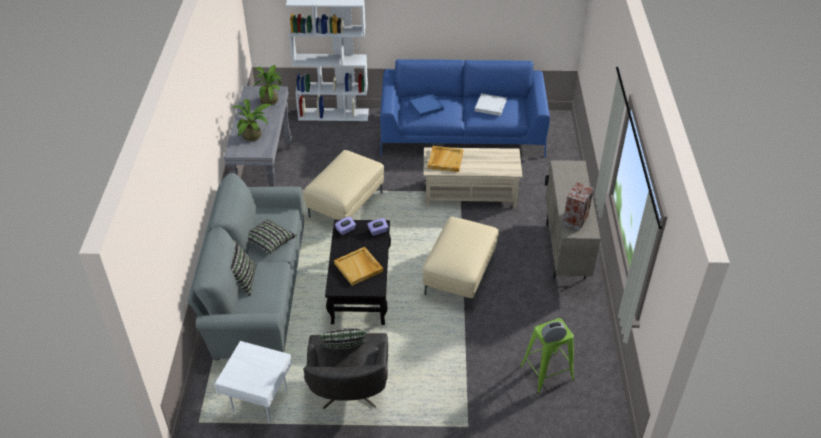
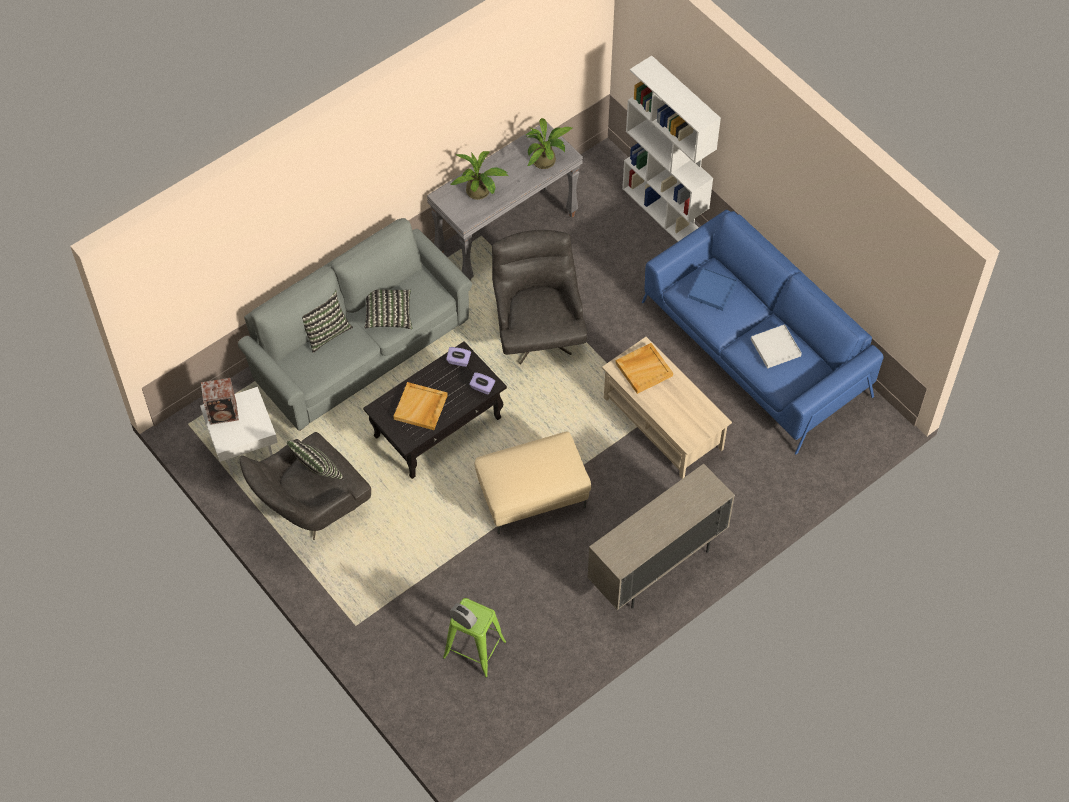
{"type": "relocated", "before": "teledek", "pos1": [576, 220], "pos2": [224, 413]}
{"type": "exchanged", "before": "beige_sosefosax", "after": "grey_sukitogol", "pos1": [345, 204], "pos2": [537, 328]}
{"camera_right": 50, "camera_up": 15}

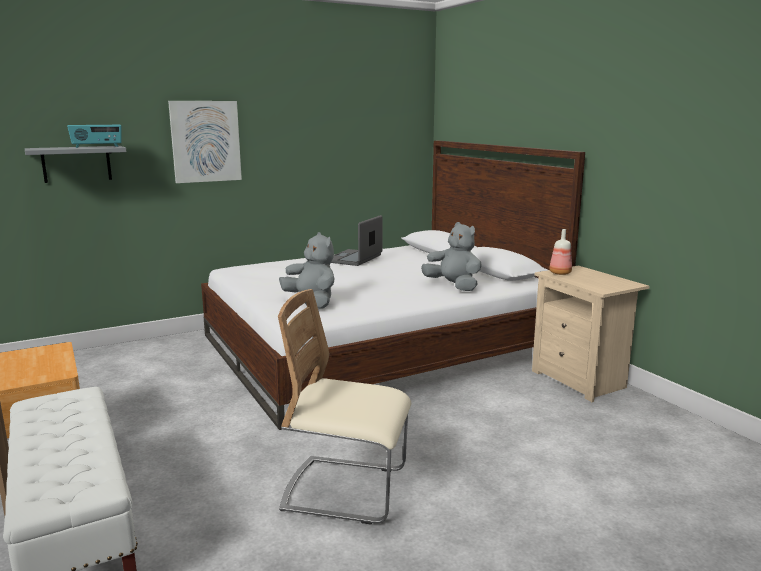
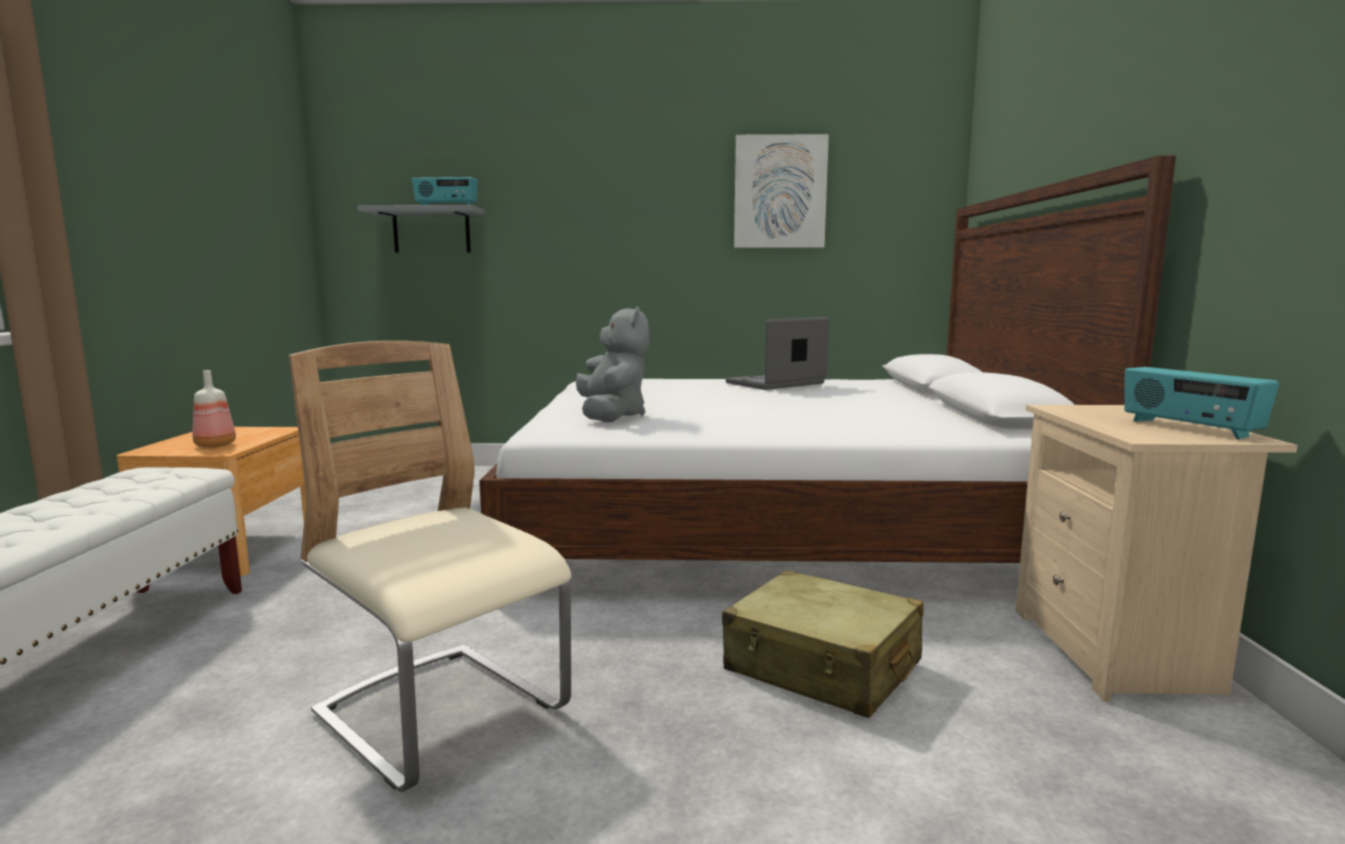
{"type": "relocated", "before": "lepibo", "pos1": [559, 273], "pos2": [214, 445]}
{"type": "appeared", "after": "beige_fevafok", "pos2": [822, 667]}
{"type": "relocated", "before": "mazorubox", "pos1": [205, 141], "pos2": [780, 192]}
{"type": "appeared", "after": "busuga", "pos2": [1189, 429]}
{"type": "missing", "before": "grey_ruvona", "pos1": [453, 286]}
{"camera_right": 30, "camera_up": -5}

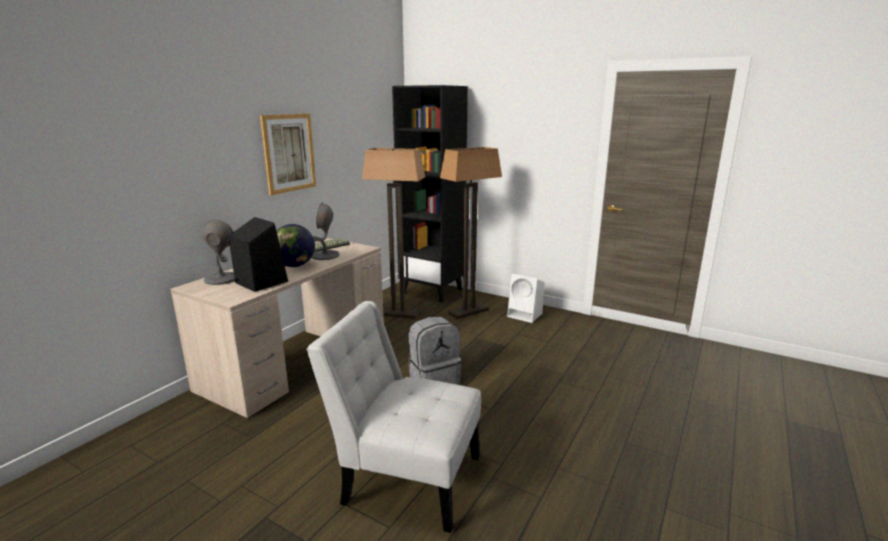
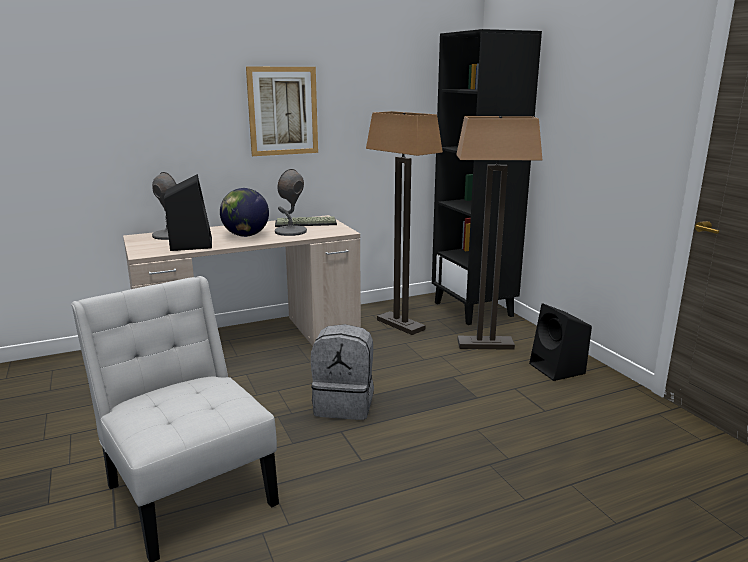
{"type": "colour", "before": "white_teledek", "after": "black_teledek", "pos1": [525, 315], "pos2": [558, 369]}
{"camera_right": 35, "camera_up": 0}

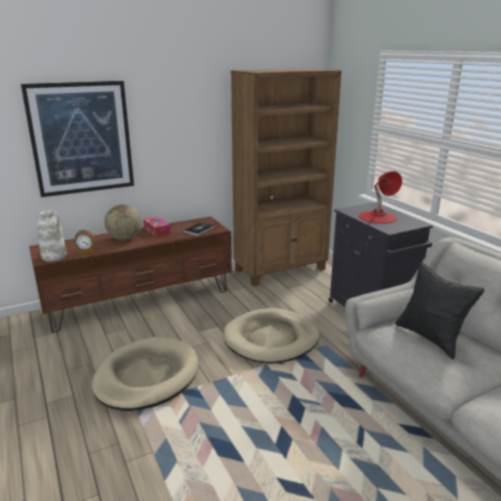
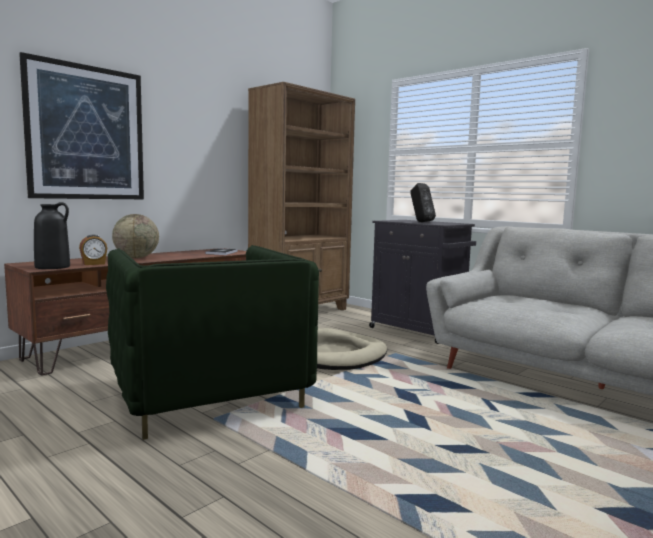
{"type": "colour", "before": "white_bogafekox", "after": "black_bogafekox", "pos1": [54, 256], "pos2": [53, 267]}
{"type": "exchanged", "before": "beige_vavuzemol", "after": "green_sukitogol", "pos1": [147, 376], "pos2": [208, 395]}
{"type": "exchanged", "before": "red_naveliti", "after": "black_teledek", "pos1": [378, 217], "pos2": [420, 222]}
{"type": "missing", "before": "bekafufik", "pos1": [157, 231]}
{"type": "missing", "before": "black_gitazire", "pos1": [431, 338]}
{"camera_right": -20, "camera_up": -15}

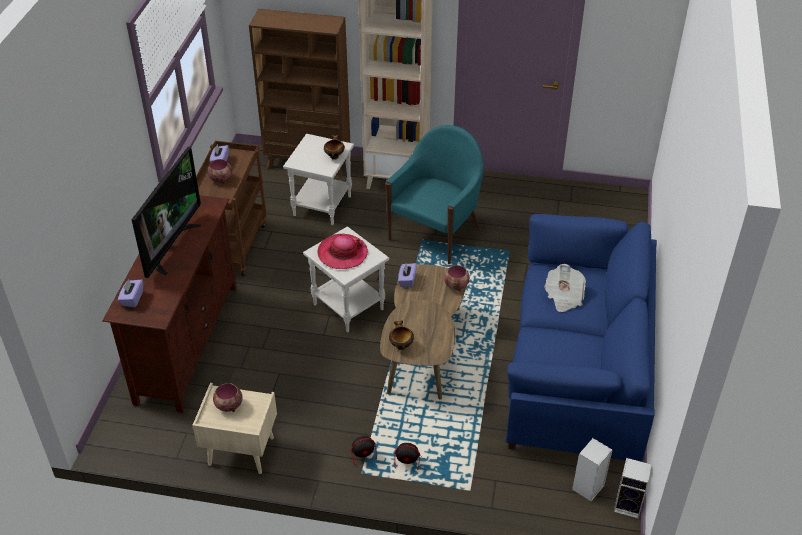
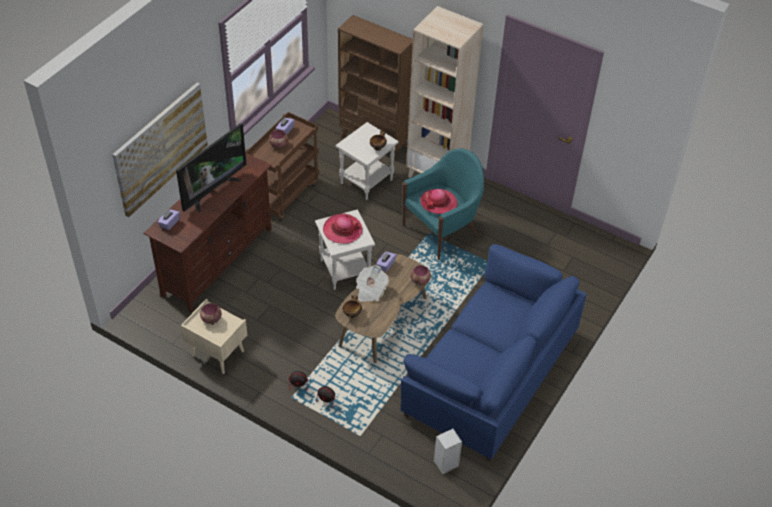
{"type": "appeared", "after": "mazorubox", "pos2": [161, 148]}
{"type": "relocated", "before": "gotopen", "pos1": [563, 297], "pos2": [370, 290]}
{"type": "appeared", "after": "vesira", "pos2": [438, 203]}
{"type": "missing", "before": "teledek", "pos1": [629, 505]}
{"camera_right": 20, "camera_up": 5}

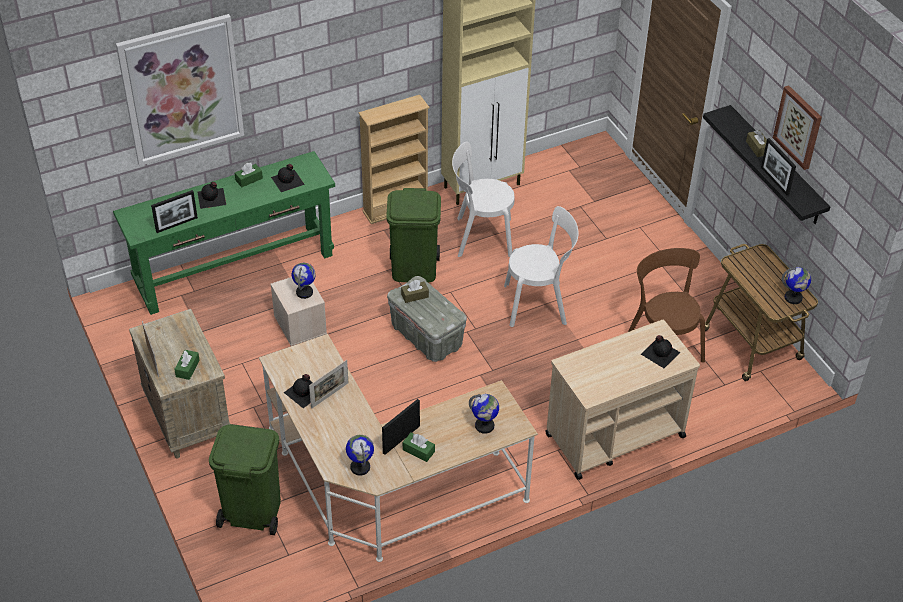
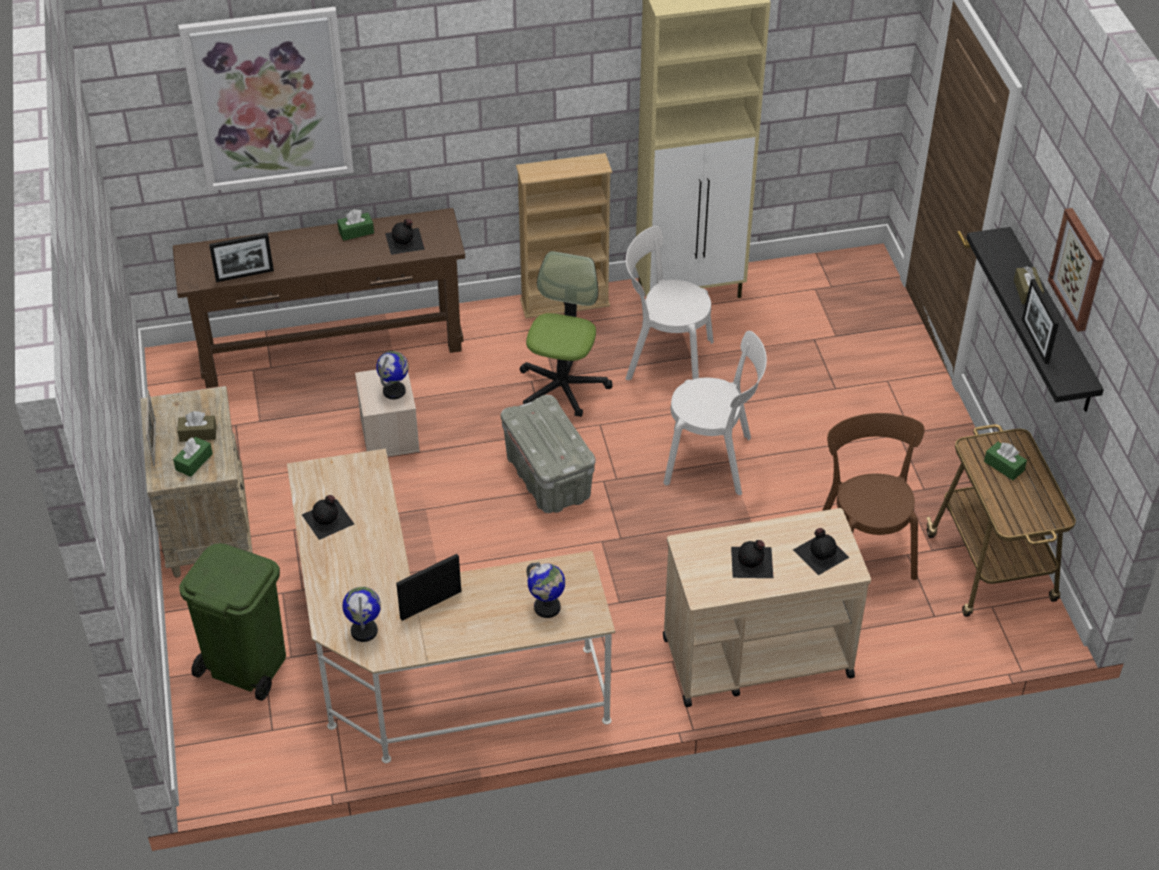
{"type": "colour", "before": "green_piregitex", "after": "brown_piregitex", "pos1": [234, 269], "pos2": [331, 347]}
{"type": "relocated", "before": "brown_bekafufik", "pos1": [415, 295], "pos2": [198, 434]}
{"type": "exchanged", "before": "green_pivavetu", "after": "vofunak", "pos1": [415, 269], "pos2": [562, 387]}
{"type": "relocated", "before": "black_lepibo", "pos1": [212, 198], "pos2": [752, 562]}
{"type": "relocated", "before": "green_bekafufik", "pos1": [418, 451], "pos2": [1004, 466]}
{"type": "missing", "before": "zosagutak", "pos1": [329, 395]}
{"type": "missing", "before": "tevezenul", "pos1": [793, 298]}
{"camera_right": 15, "camera_up": 0}

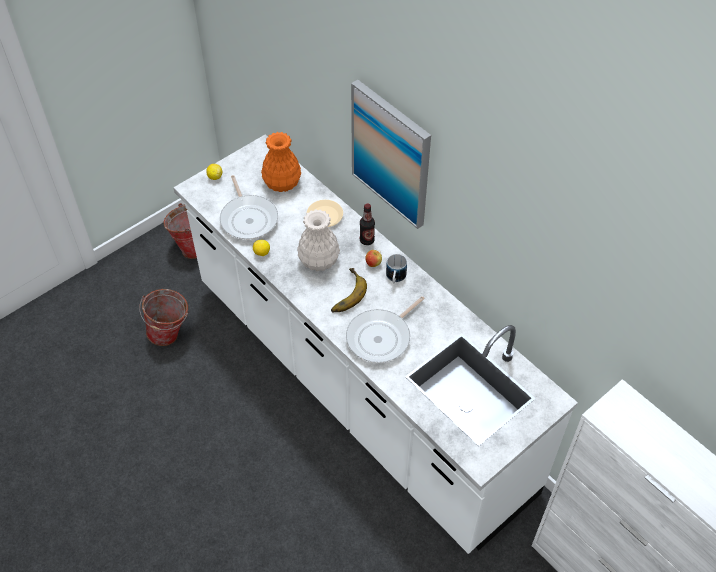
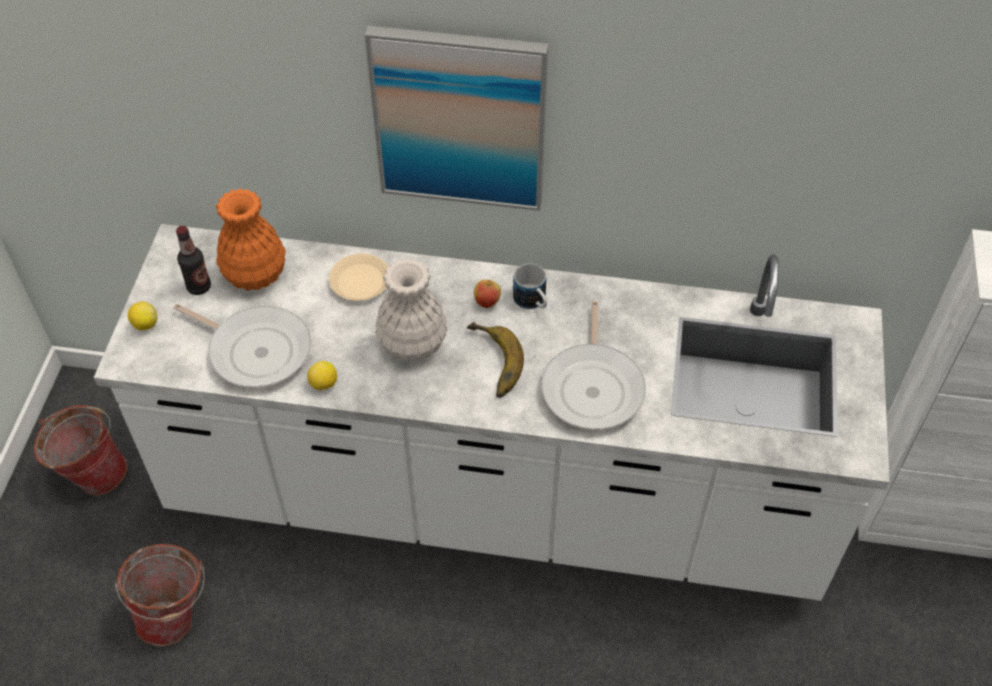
{"type": "relocated", "before": "lepibo", "pos1": [367, 240], "pos2": [199, 287]}
{"camera_right": -40, "camera_up": 0}

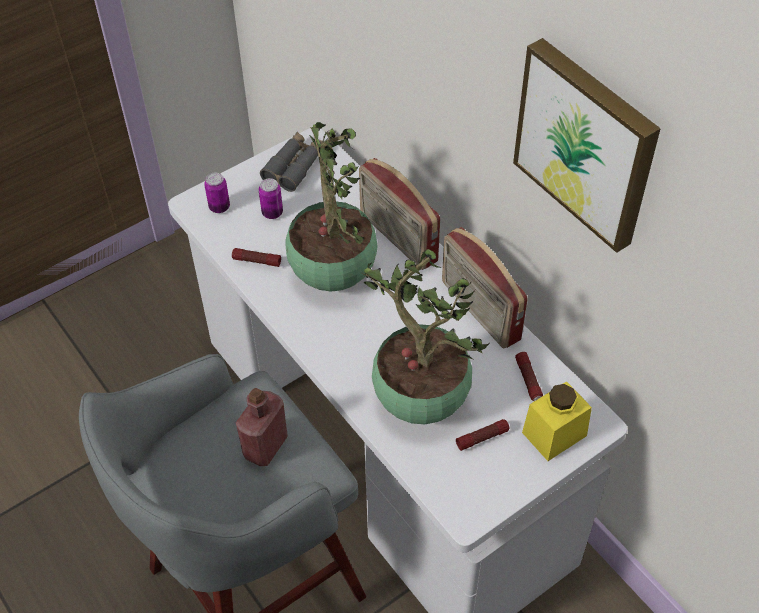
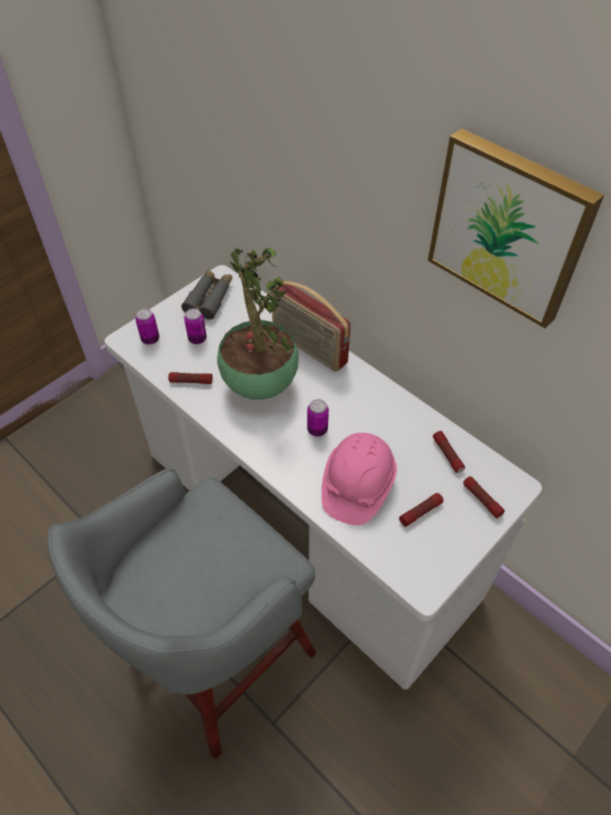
{"type": "appeared", "after": "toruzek", "pos2": [317, 429]}
{"type": "exchanged", "before": "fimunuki", "after": "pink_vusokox", "pos1": [418, 400], "pos2": [357, 485]}
{"type": "exchanged", "before": "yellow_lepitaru", "after": "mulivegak", "pos1": [554, 434], "pos2": [481, 500]}
{"type": "missing", "before": "red_lepibo", "pos1": [265, 446]}
{"type": "missing", "before": "busuga", "pos1": [479, 311]}
{"camera_right": -10, "camera_up": 0}

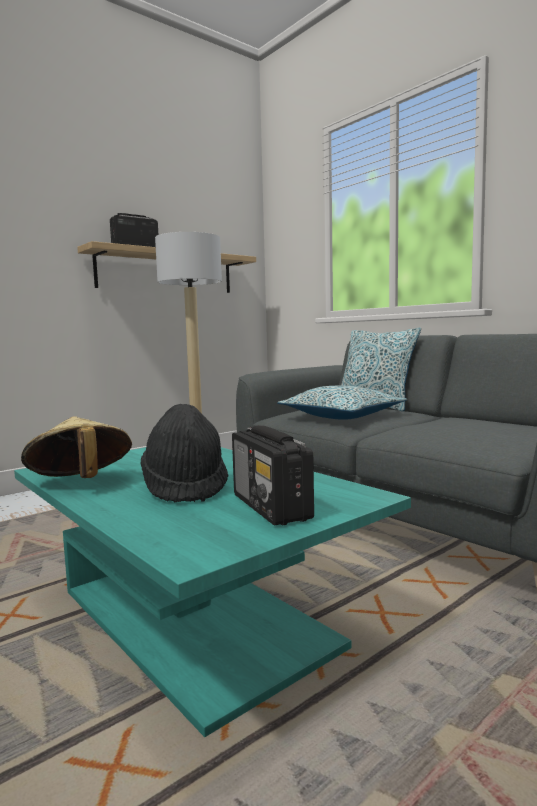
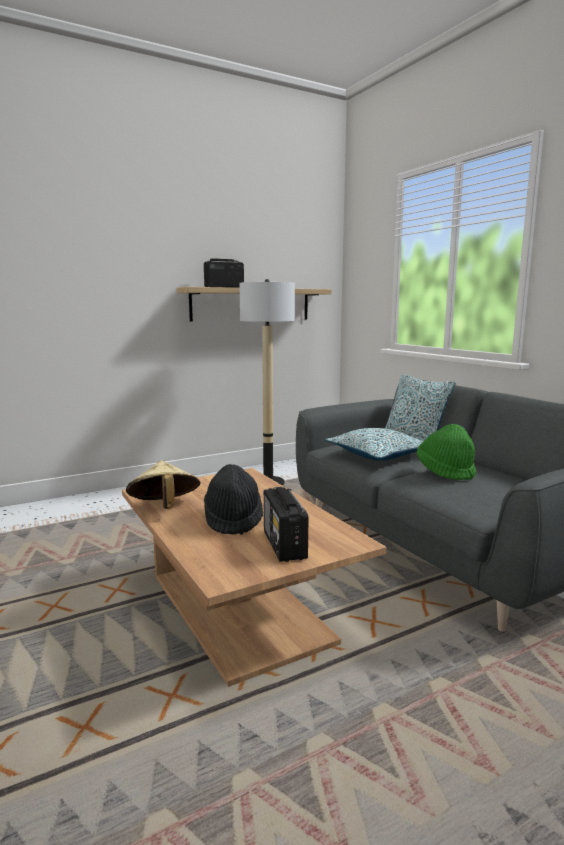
{"type": "colour", "before": "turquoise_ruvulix", "after": "brown_ruvulix", "pos1": [194, 618], "pos2": [238, 608]}
{"type": "appeared", "after": "green_vesira", "pos2": [445, 471]}
{"camera_right": 10, "camera_up": 5}

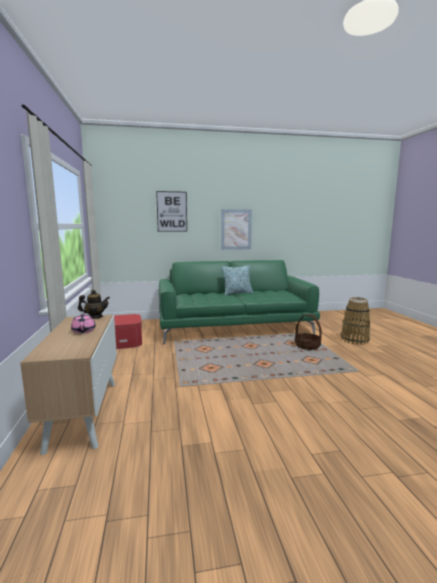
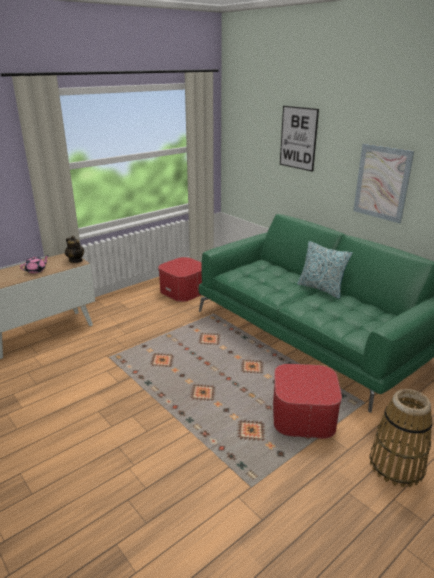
{"type": "exchanged", "before": "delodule", "after": "sosefosax", "pos1": [307, 346], "pos2": [303, 415]}
{"camera_right": 60, "camera_up": 15}

